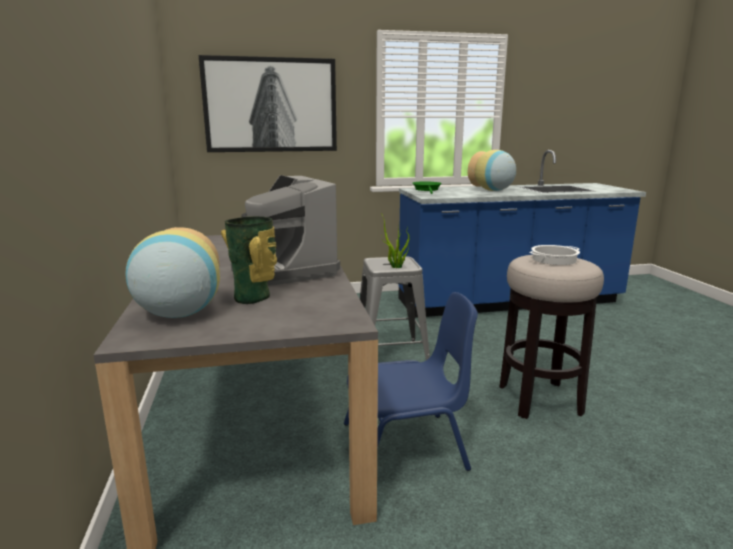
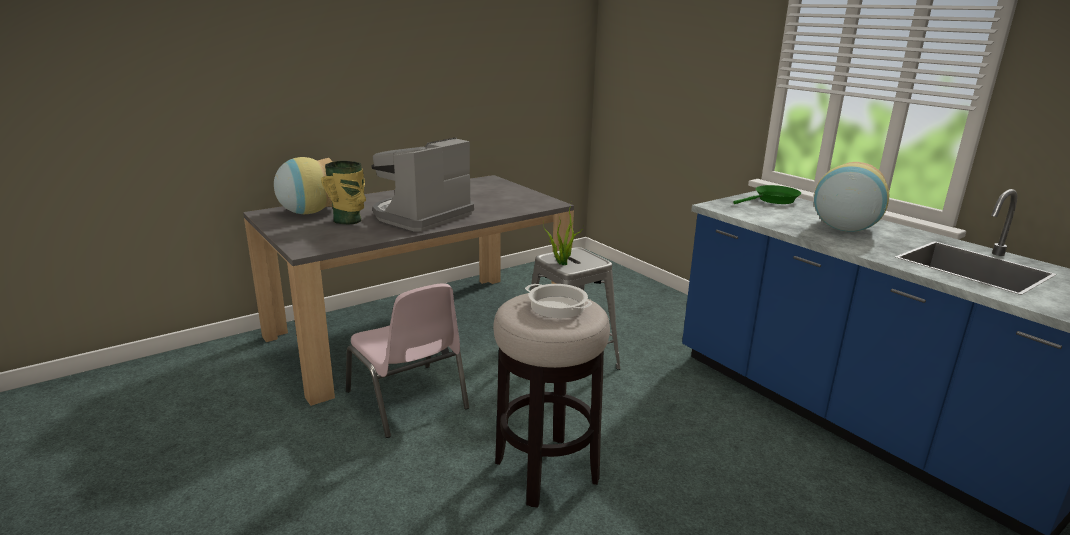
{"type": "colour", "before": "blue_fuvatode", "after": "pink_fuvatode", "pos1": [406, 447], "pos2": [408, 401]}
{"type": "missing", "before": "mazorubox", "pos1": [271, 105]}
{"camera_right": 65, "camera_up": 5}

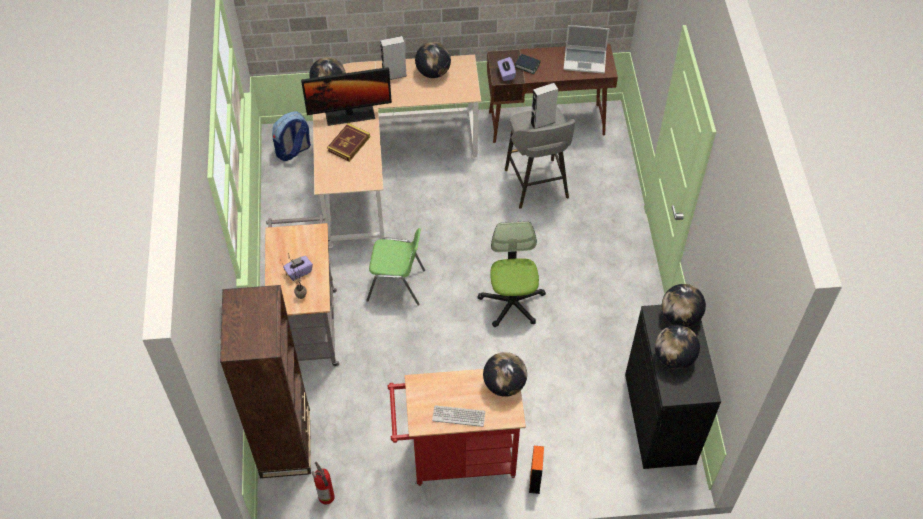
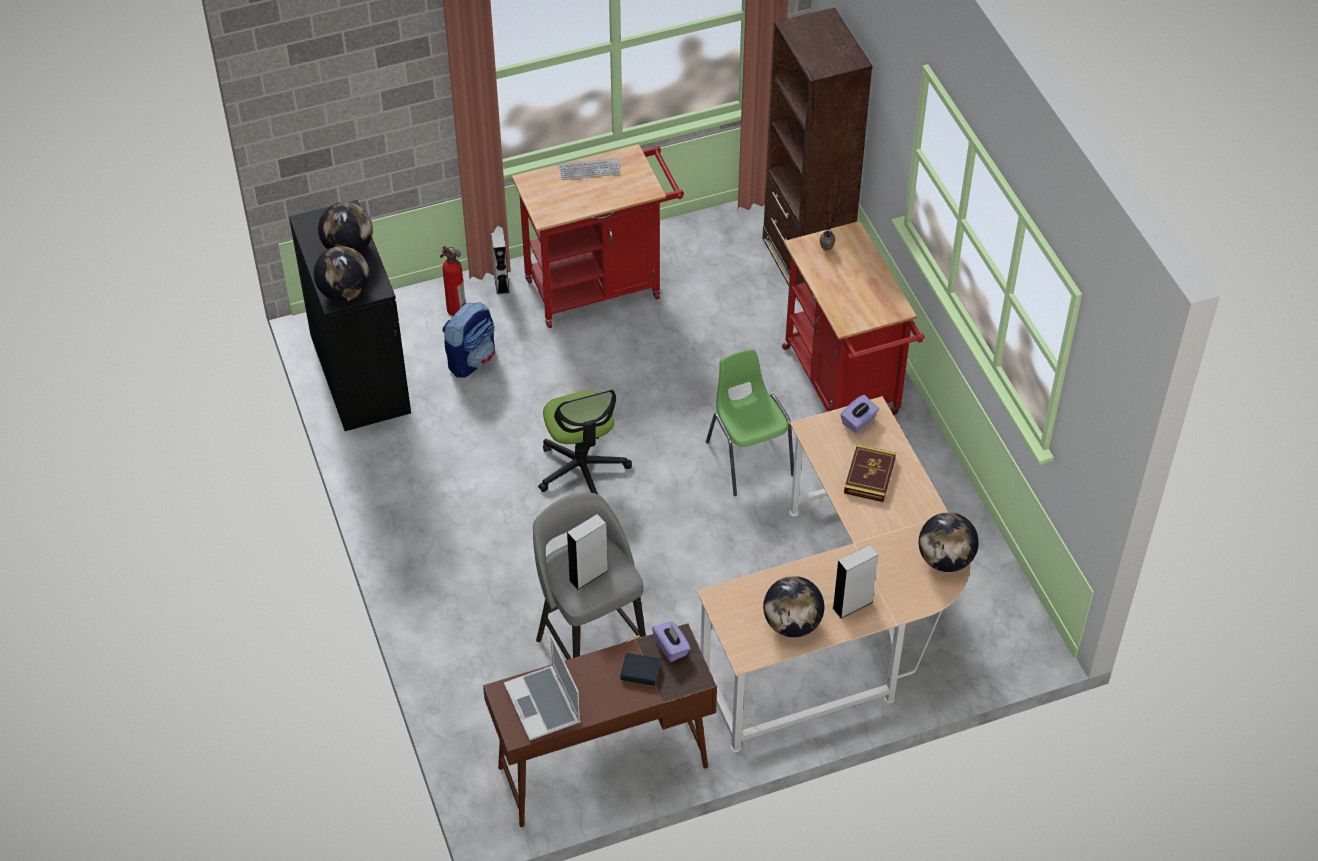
{"type": "relocated", "before": "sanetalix", "pos1": [327, 498], "pos2": [455, 308]}
{"type": "relocated", "before": "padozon", "pos1": [293, 151], "pos2": [471, 359]}
{"type": "colour", "before": "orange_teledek", "after": "grey_teledek", "pos1": [535, 481], "pos2": [501, 282]}
{"type": "spun", "before": "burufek", "pos1": [585, 60], "pos2": [544, 704], "turn": -105}
{"type": "spun", "before": "green_fuvatode", "pos1": [396, 285], "pos2": [748, 458], "turn": 75}
{"type": "colour", "before": "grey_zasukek", "after": "red_zasukek", "pos1": [308, 323], "pos2": [844, 387]}
{"type": "relocated", "before": "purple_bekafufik", "pos1": [299, 272], "pos2": [859, 421]}
{"type": "missing", "before": "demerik", "pos1": [350, 114]}
{"type": "missing", "before": "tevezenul", "pos1": [504, 384]}
{"camera_right": 165, "camera_up": -5}

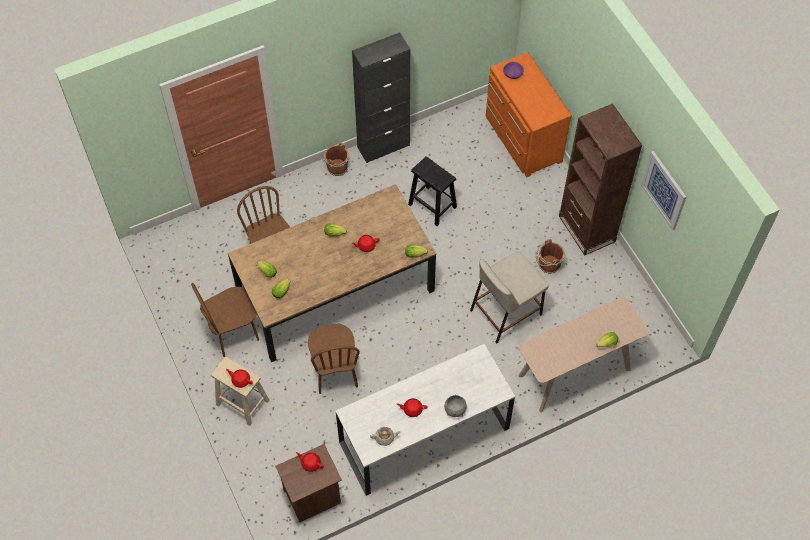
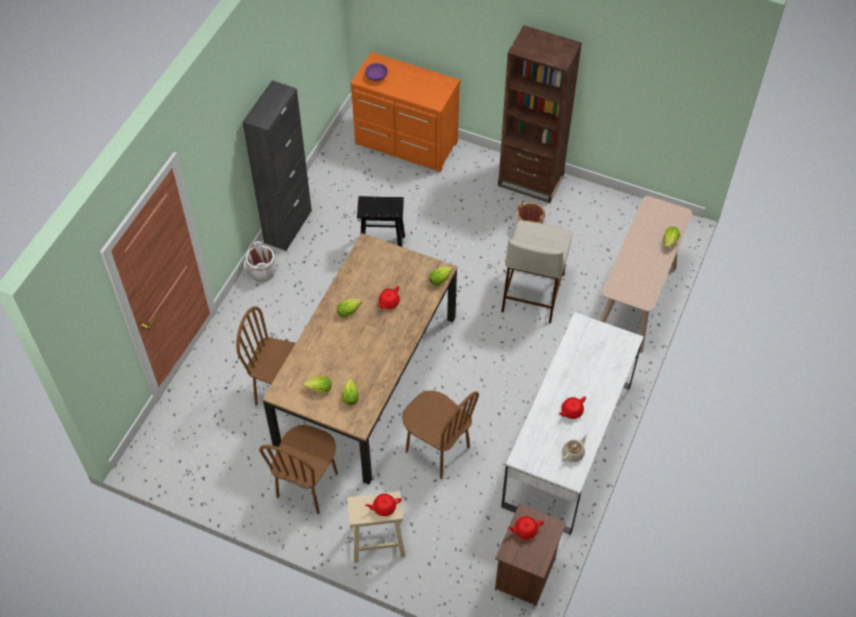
{"type": "colour", "before": "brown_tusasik", "after": "white_tusasik", "pos1": [336, 167], "pos2": [261, 273]}
{"type": "missing", "before": "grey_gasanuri", "pos1": [455, 410]}
{"type": "missing", "before": "mazorubox", "pos1": [664, 190]}
{"camera_right": -40, "camera_up": -5}

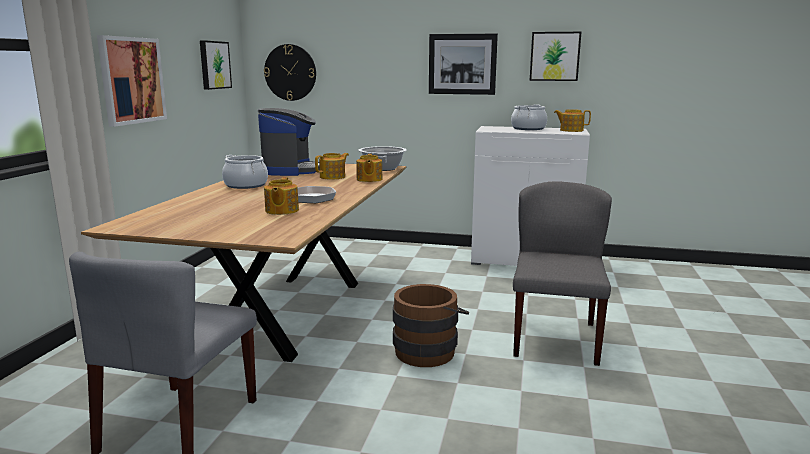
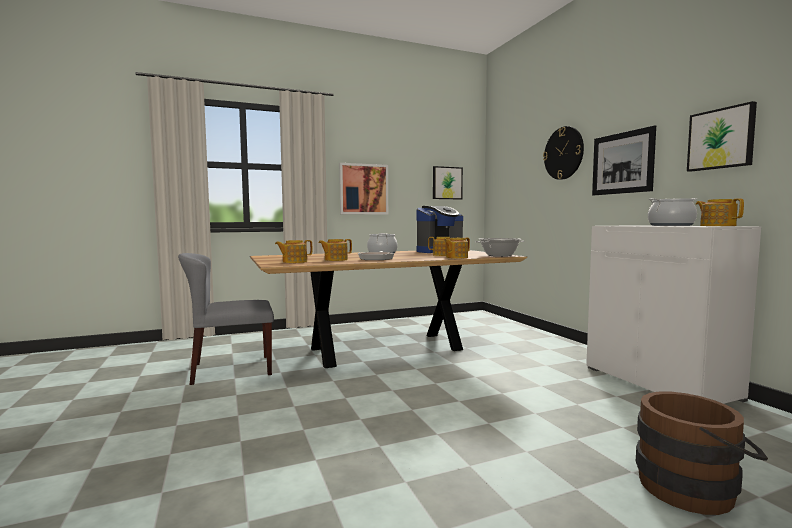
{"type": "appeared", "after": "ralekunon", "pos2": [294, 262]}
{"type": "relocated", "before": "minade", "pos1": [290, 72], "pos2": [563, 153]}
{"type": "relocated", "before": "brown_tusasik", "pos1": [429, 350], "pos2": [694, 489]}
{"type": "missing", "before": "grey_fuvatode", "pos1": [554, 338]}
{"camera_right": 55, "camera_up": -10}

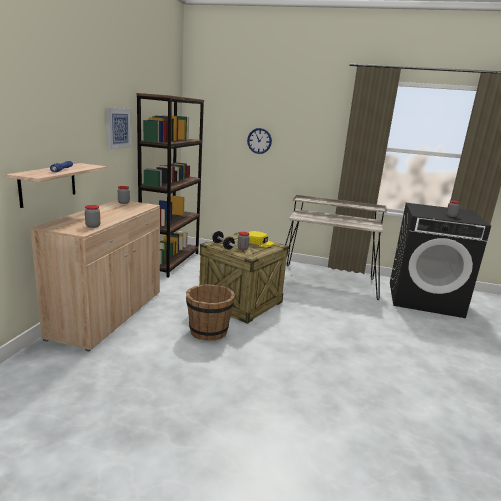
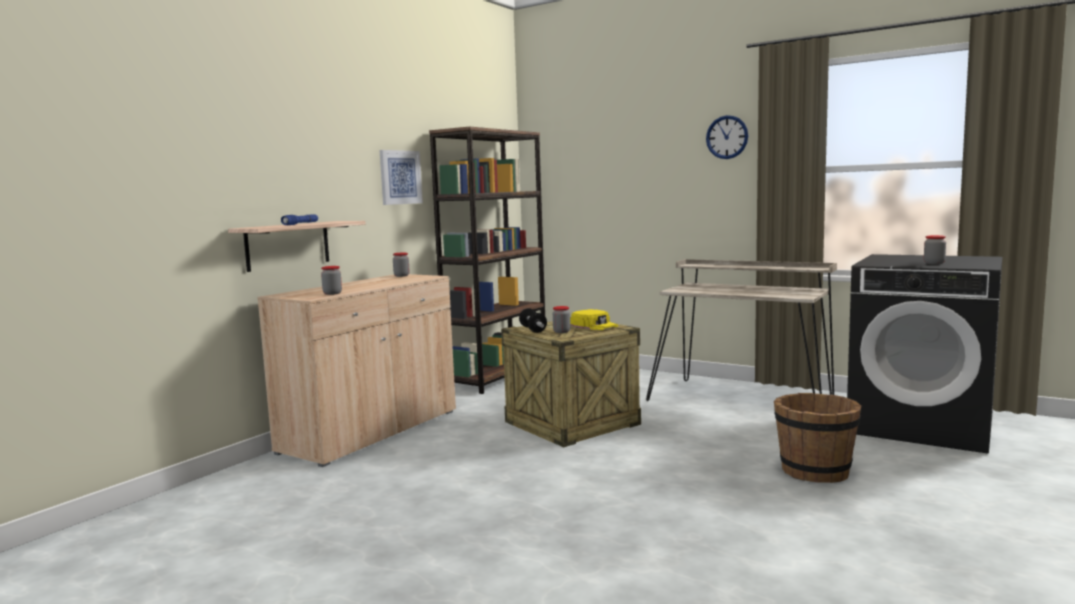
{"type": "relocated", "before": "minade", "pos1": [259, 141], "pos2": [727, 137]}
{"type": "relocated", "before": "brown_tusasik", "pos1": [208, 331], "pos2": [815, 471]}
{"camera_right": 20, "camera_up": -10}

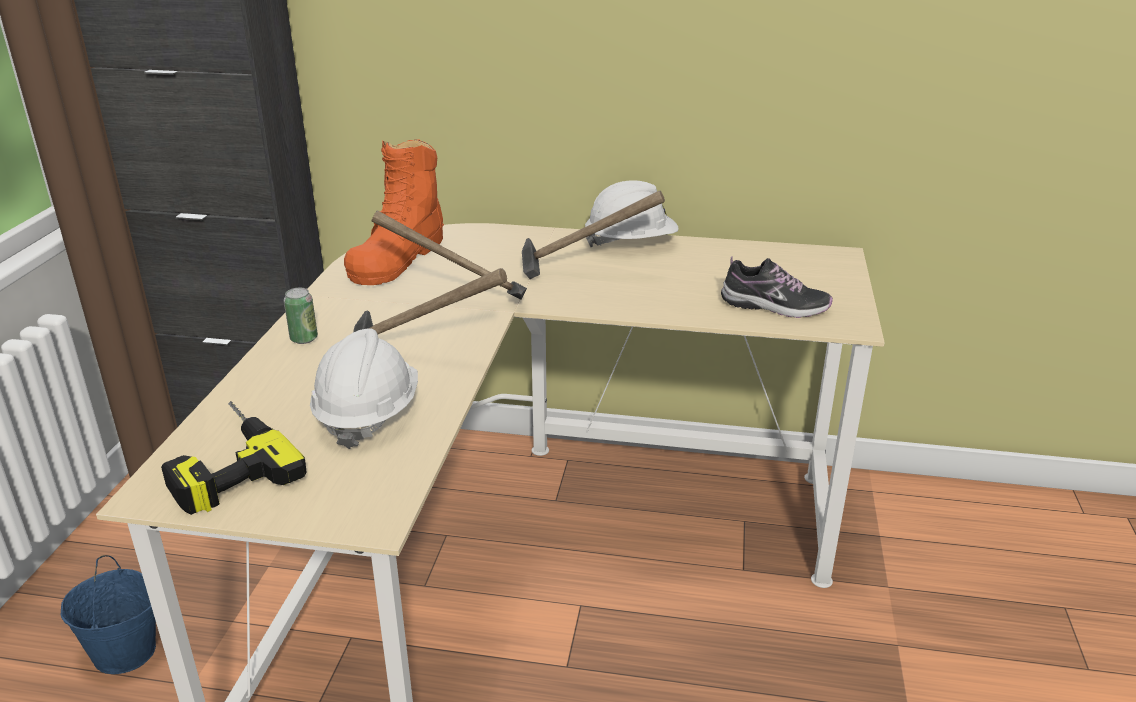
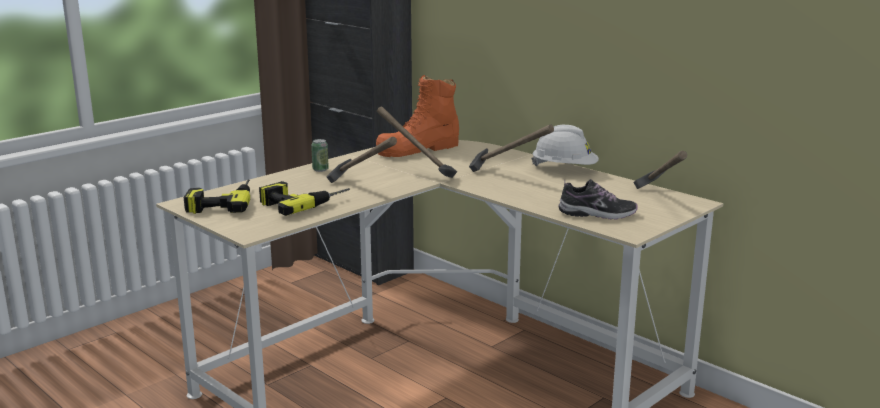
{"type": "exchanged", "before": "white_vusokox", "after": "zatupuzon", "pos1": [367, 415], "pos2": [303, 201]}
{"type": "spun", "before": "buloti", "pos1": [774, 306], "pos2": [597, 214], "turn": -45}
{"type": "appeared", "after": "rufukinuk", "pos2": [660, 200]}
{"type": "missing", "before": "blue_tusasik", "pos1": [126, 652]}
{"camera_right": 35, "camera_up": -10}

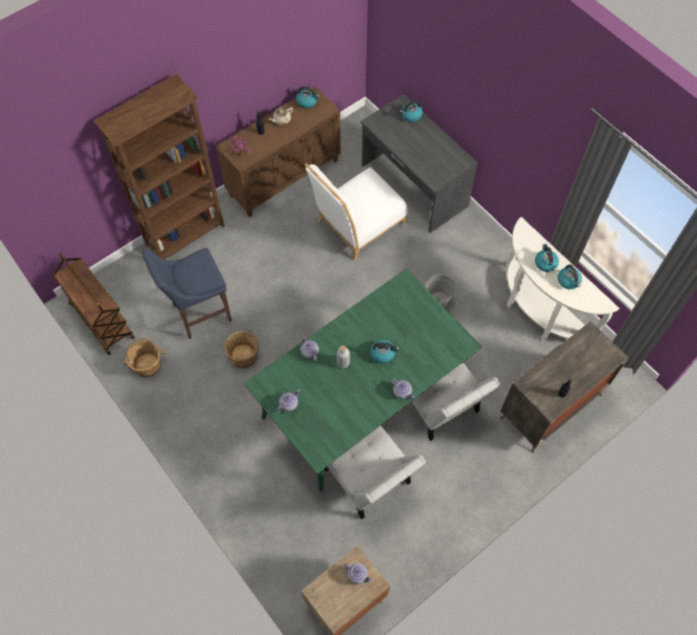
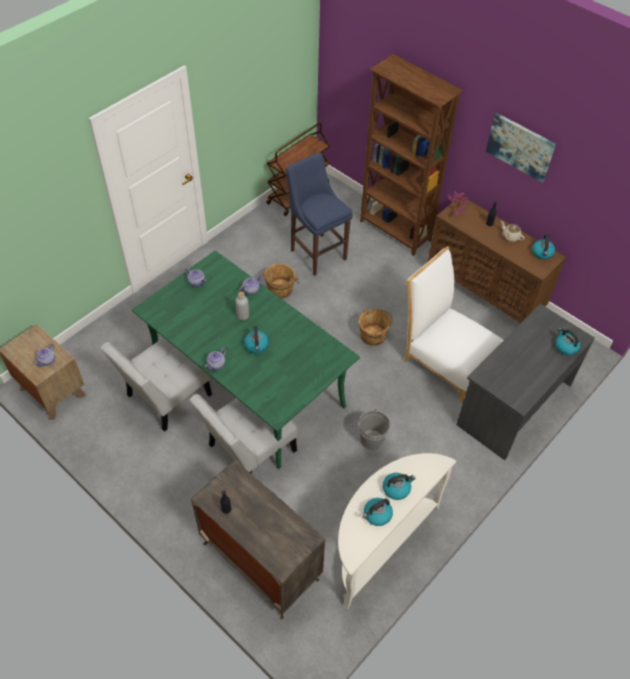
{"type": "relocated", "before": "brown_tusasik", "pos1": [147, 365], "pos2": [373, 335]}
{"type": "appeared", "after": "mazorubox", "pos2": [520, 146]}
{"camera_right": 80, "camera_up": -10}

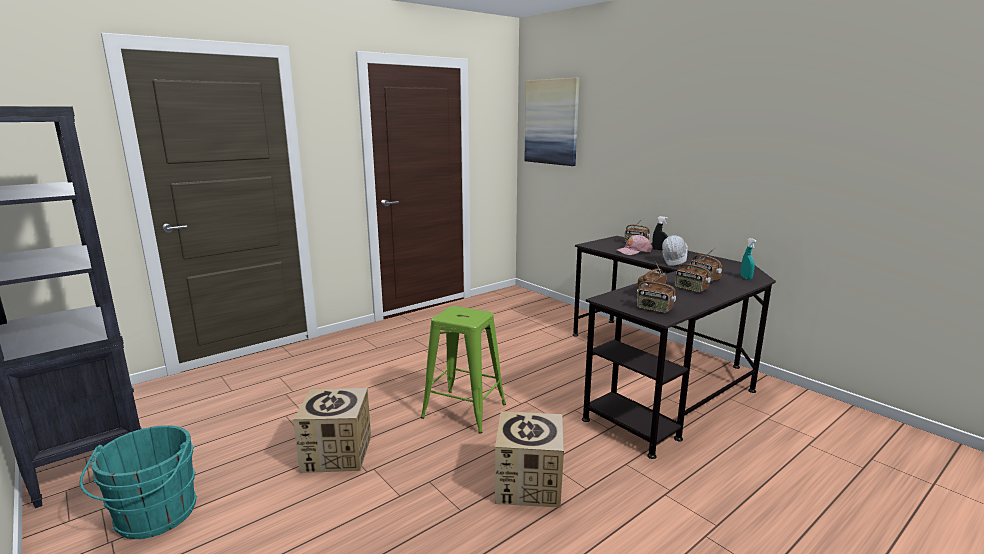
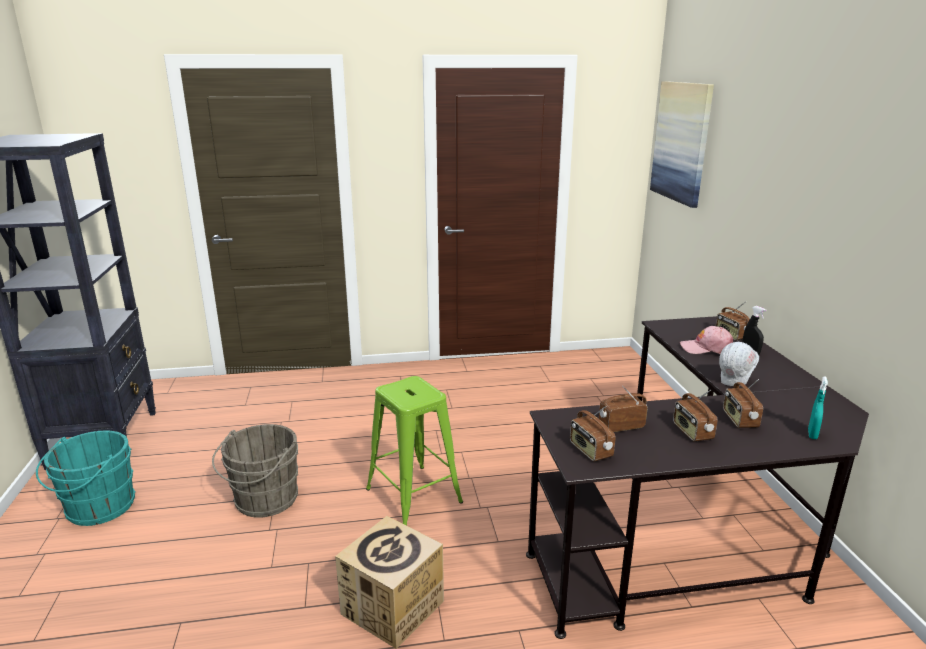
{"type": "exchanged", "before": "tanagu", "after": "grey_tusasik", "pos1": [337, 453], "pos2": [263, 501]}
{"camera_right": 30, "camera_up": 5}

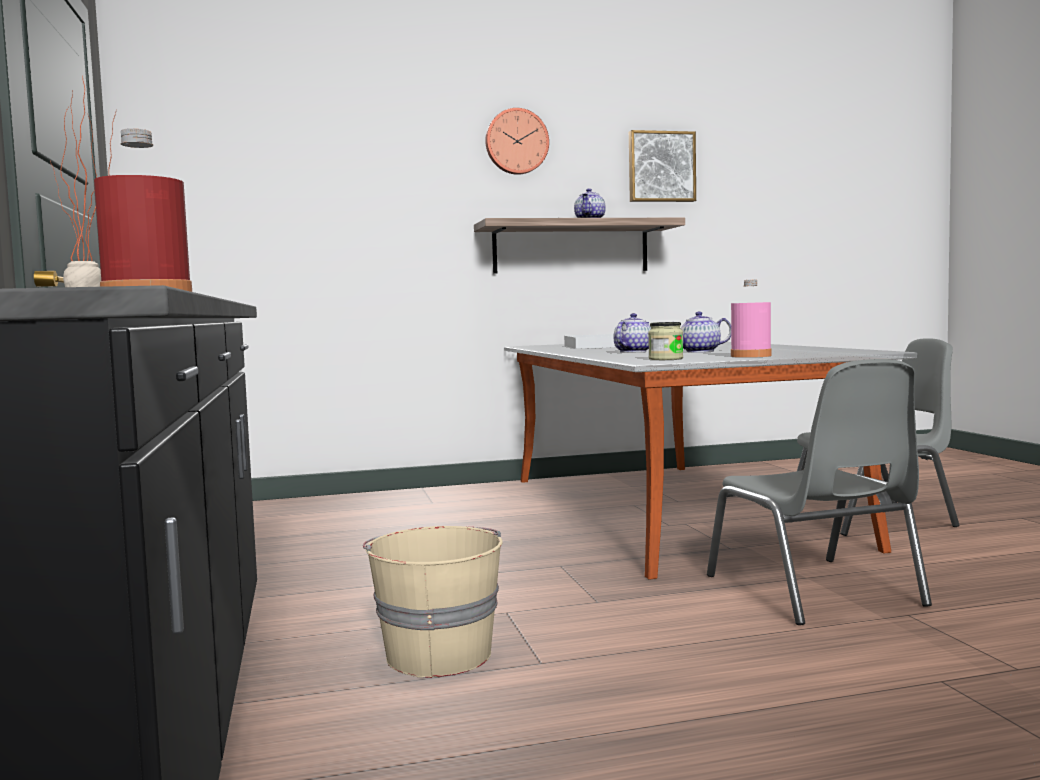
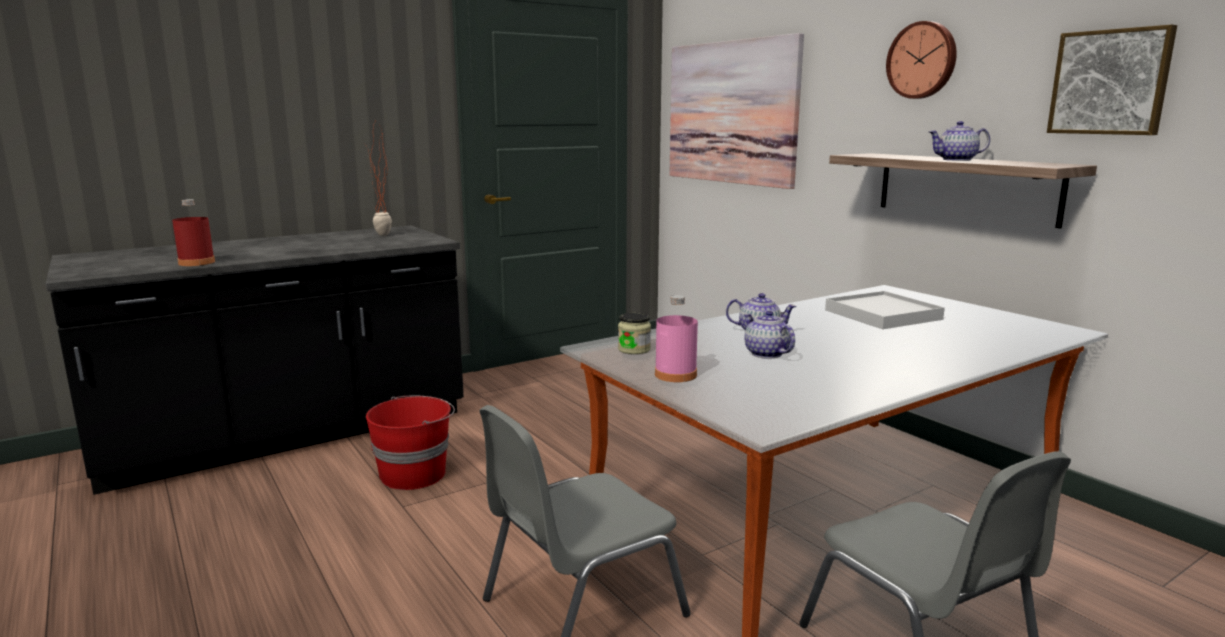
{"type": "colour", "before": "beige_tusasik", "after": "red_tusasik", "pos1": [437, 654], "pos2": [414, 474]}
{"type": "appeared", "after": "mazorubox", "pos2": [731, 112]}
{"camera_right": 70, "camera_up": 10}

